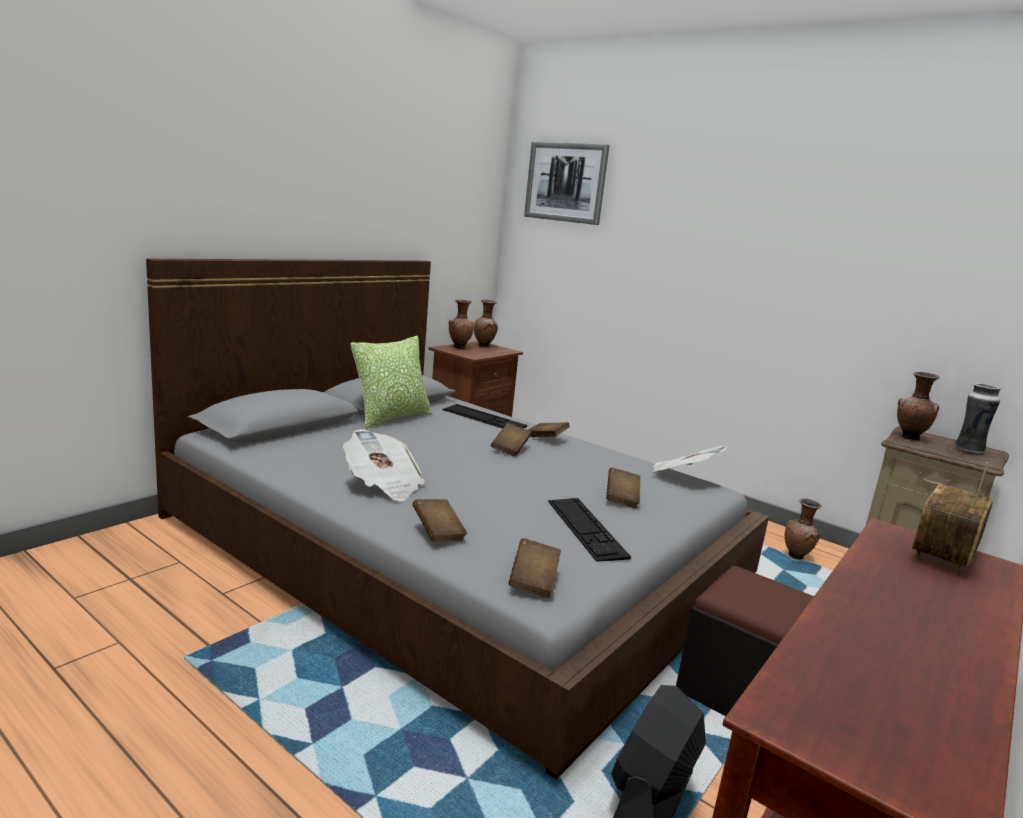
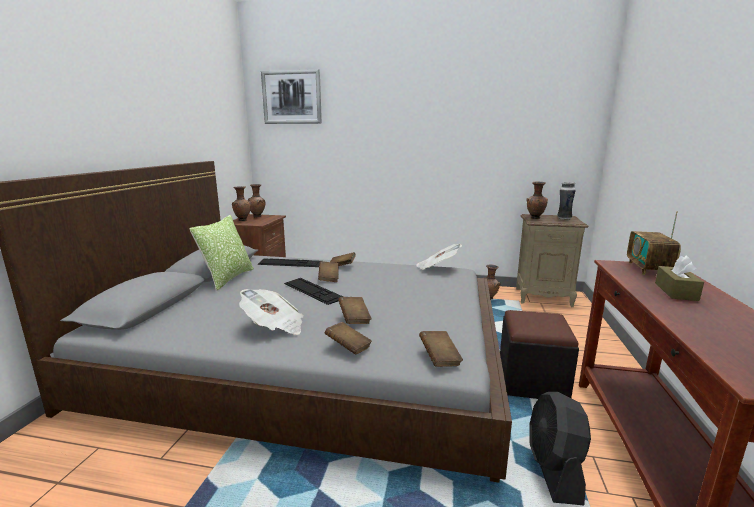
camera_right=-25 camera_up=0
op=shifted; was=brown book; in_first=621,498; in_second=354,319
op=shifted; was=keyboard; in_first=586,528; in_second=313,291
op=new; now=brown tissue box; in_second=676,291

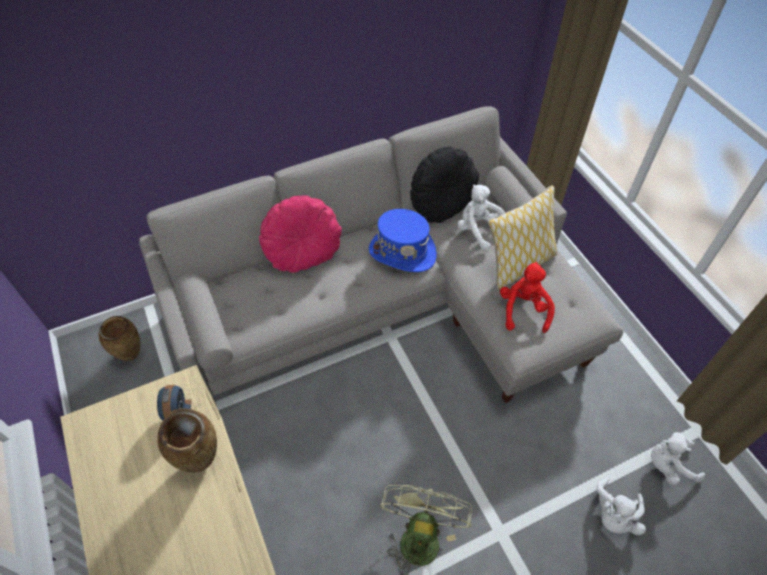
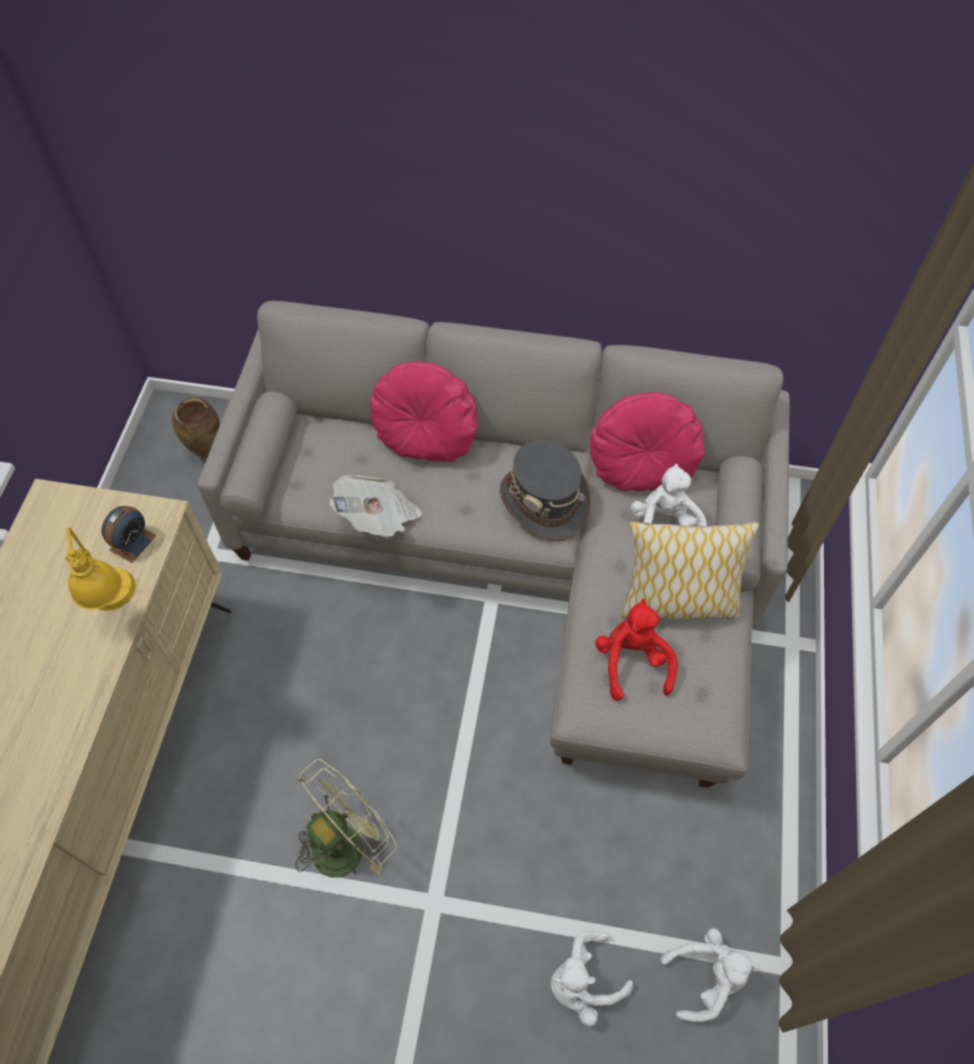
camera_right=35 camera_up=5
op=repainted; was=black pillow; now=pink pillow; in_first=442,209; in_second=640,473
op=repainted; was=blue hat; now=grey hat; in_first=402,252; in_second=544,502
op=rotated; was=red plush toy; in_first=523,310; in_second=632,662; clockwise=-45
op=swapped; was=brown vase; now=yellow table lamp; in_first=202,461; in_second=118,606
op=rotated; was=white plush toy; in_first=668,464; in_second=706,977; clockwise=135
op=new; now=newspaper; in_second=378,517

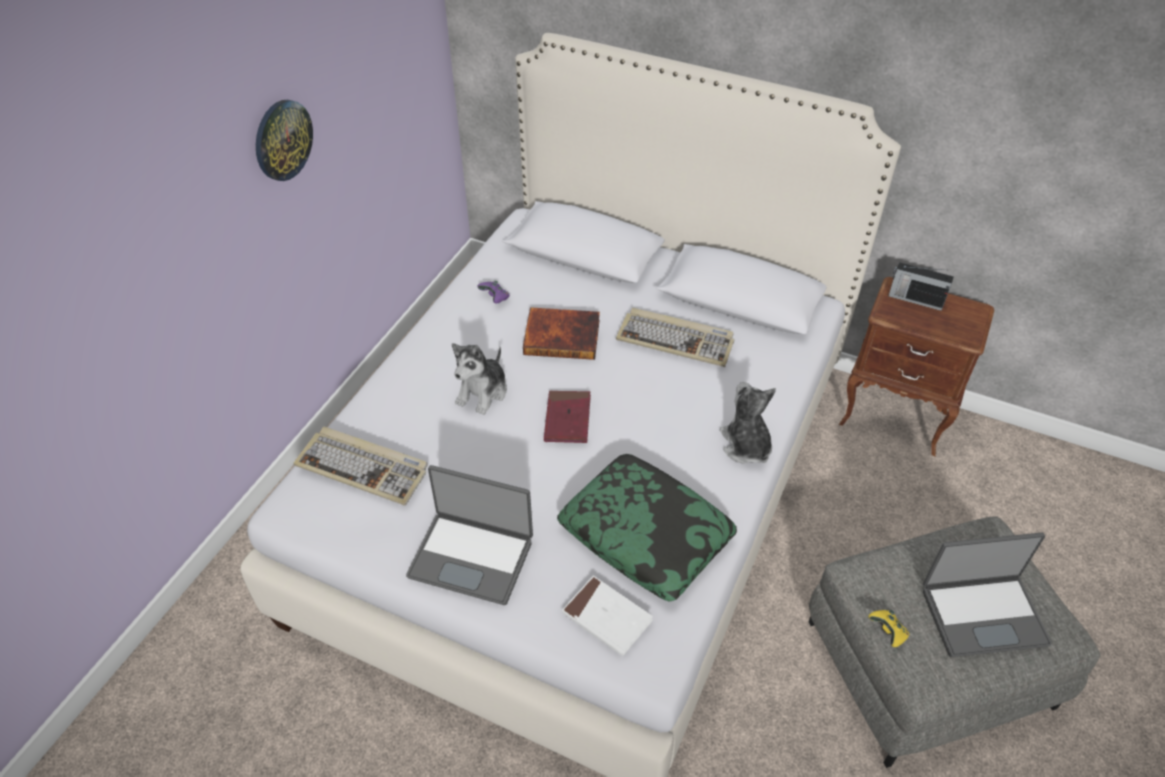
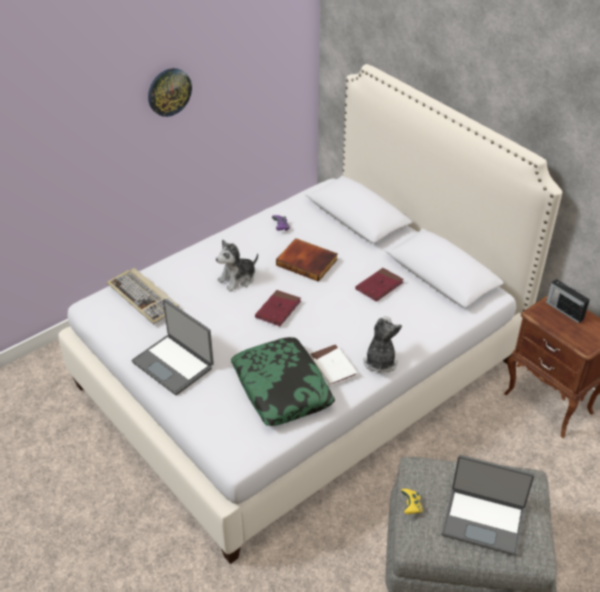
camera_right=25 camera_up=-5
op=swapped; was=keyboard; now=red book; in_first=676,340; in_second=379,286
op=shifted; was=white book; in_first=607,617; in_second=333,366

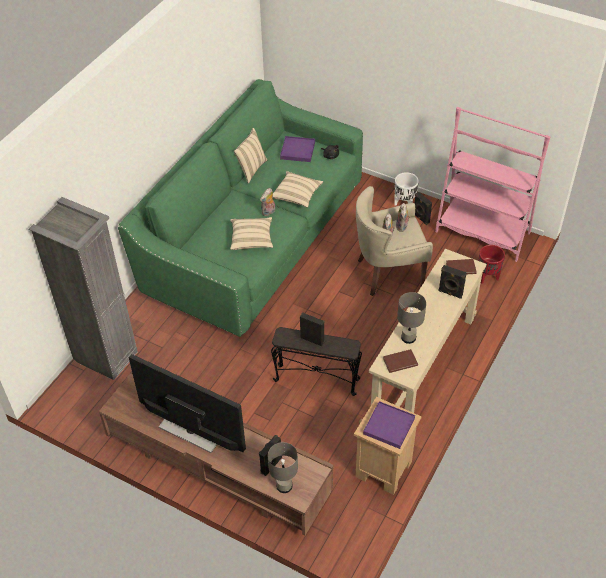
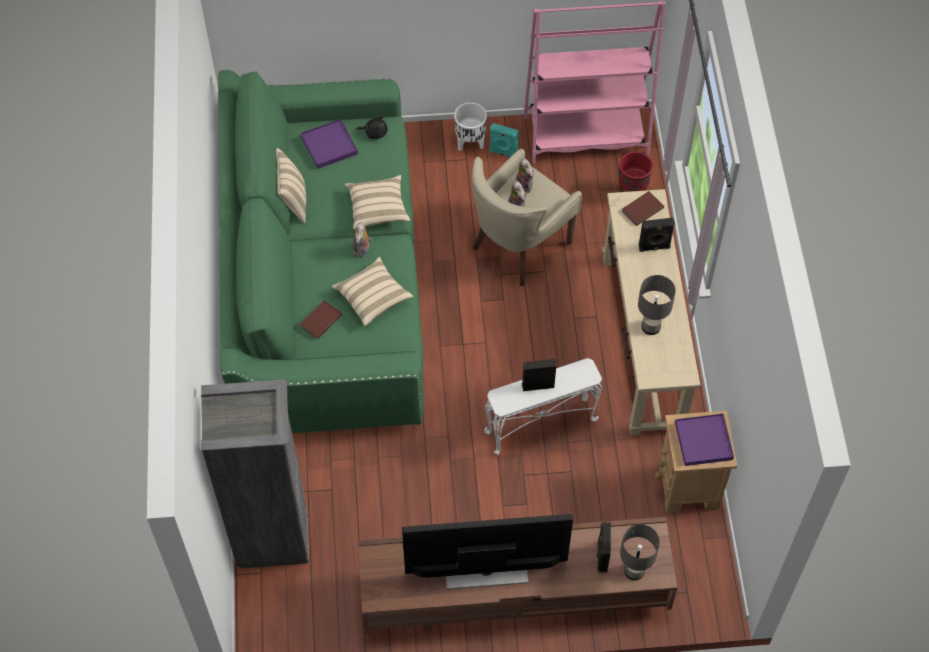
camera_right=-35 camera_up=10
op=repainted; was=black speaker; now=turquoise speaker; in_first=420,218; in_second=503,153
op=repainted; was=black side table; now=white side table; in_first=316,380; in_second=541,426
op=shifted; was=brown book; in_first=399,361; in_second=320,320

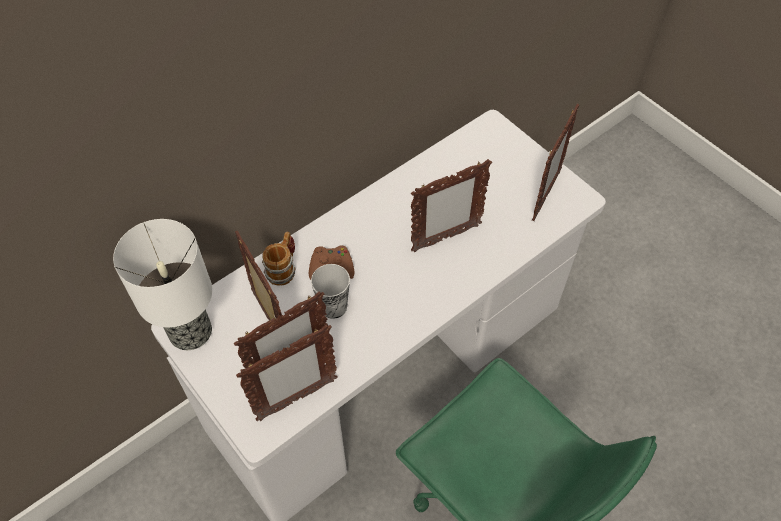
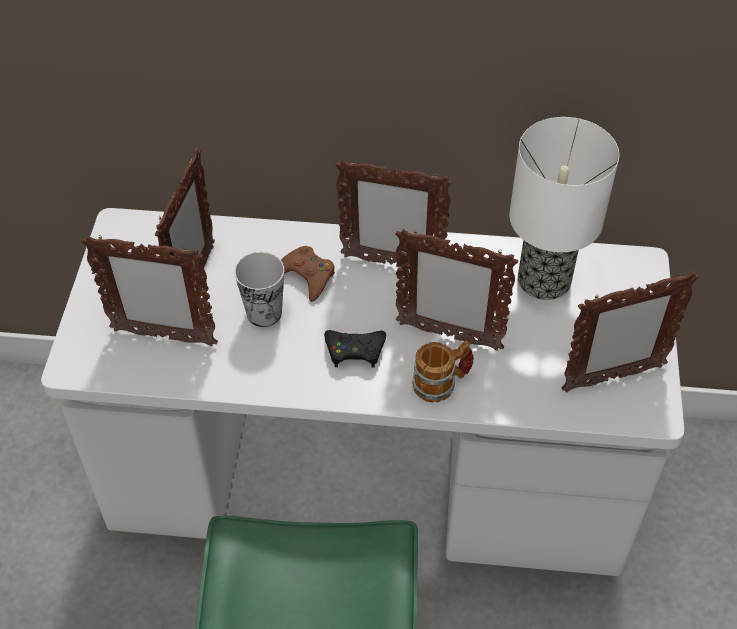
camera_right=45 camera_up=-5
op=shifted; was=table lamp; in_first=190,333; in_second=542,281
op=shifted; was=mug; in_first=283,268; in_second=442,383
op=shifted; was=picture frame; in_first=296,399; in_second=391,264
op=new; now=black game controller; in_second=355,350

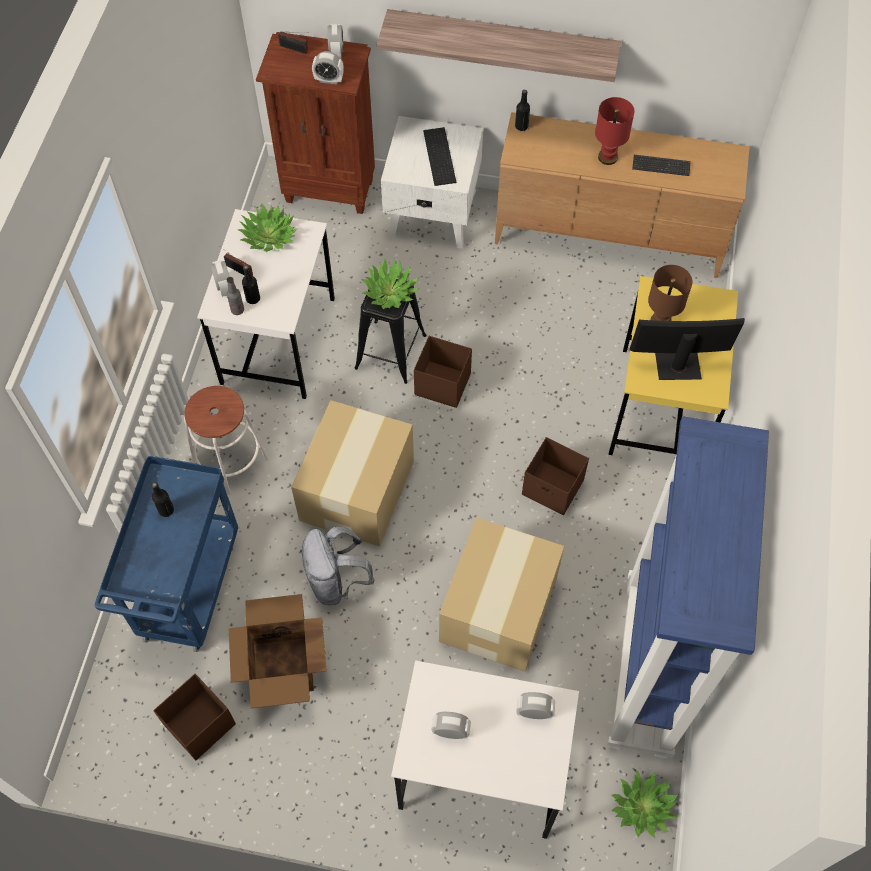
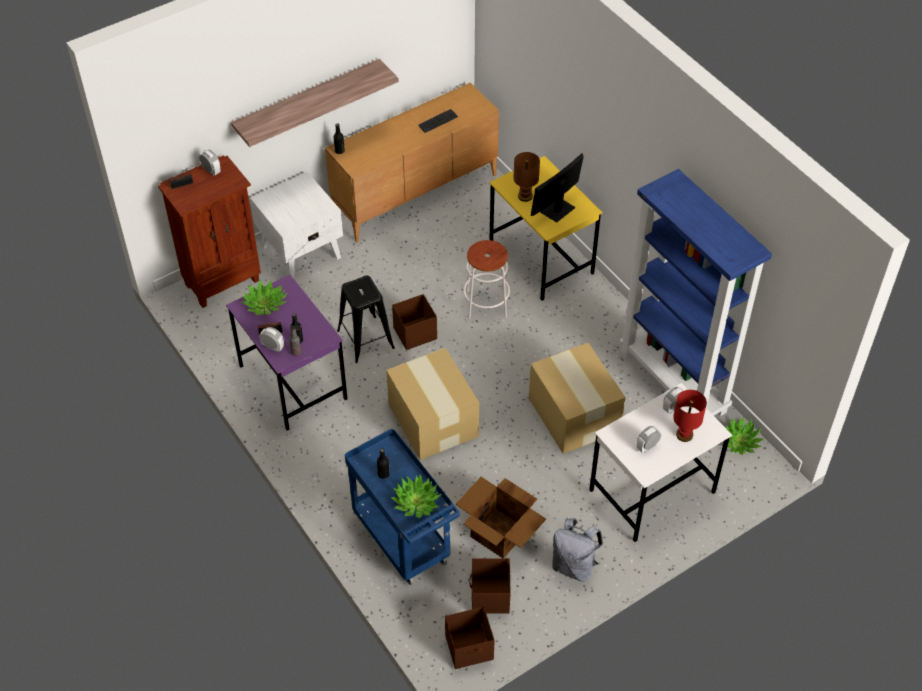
camera_right=-45 camera_up=-10
op=gone; was=alarm clock; in_first=329,80
op=shifted; was=red table lamp; in_first=607,157; in_second=684,435
op=gone; was=keyboard; in_first=441,157
op=repainted; was=white desk; now=purple desk; in_first=278,340; in_second=292,382
op=shifted; was=potted plant; in_first=390,292; in_second=416,502
op=shifted; was=white stool; in_first=230,461; in_second=486,303
op=shifted; was=brown storage box; in_first=553,488; in_second=470,648
op=shifted; was=grey backpack; in_first=337,581; in_second=574,565

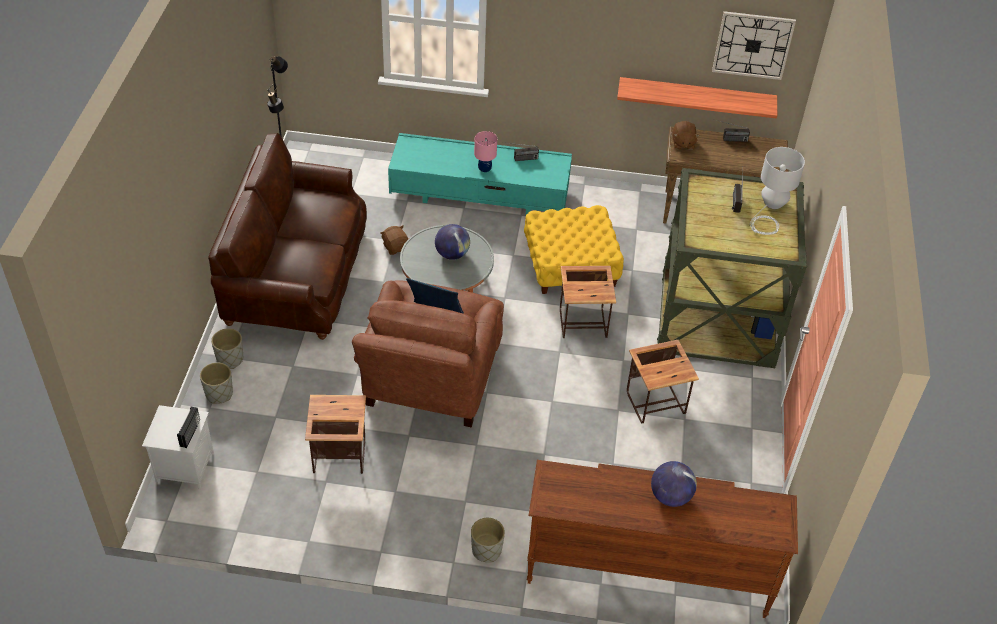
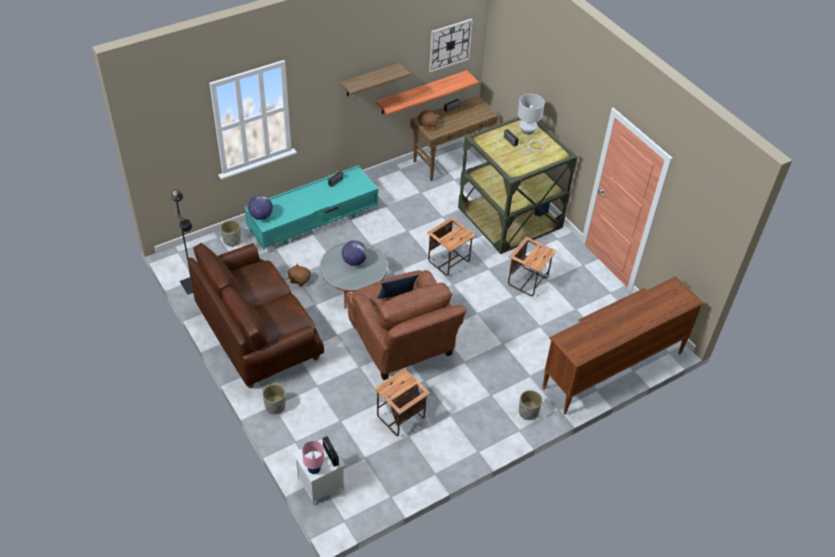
camera_right=-40 camera_up=0
op=shifted; was=pink table lamp; in_first=485,169; in_second=314,470
op=gone; was=yellow ottoman; in_first=571,264
op=shifted; was=grey planter; in_first=219,393; in_second=232,241
op=shifted; was=globe; in_first=670,496; in_second=261,216
op=new; now=shelf; in_second=370,80

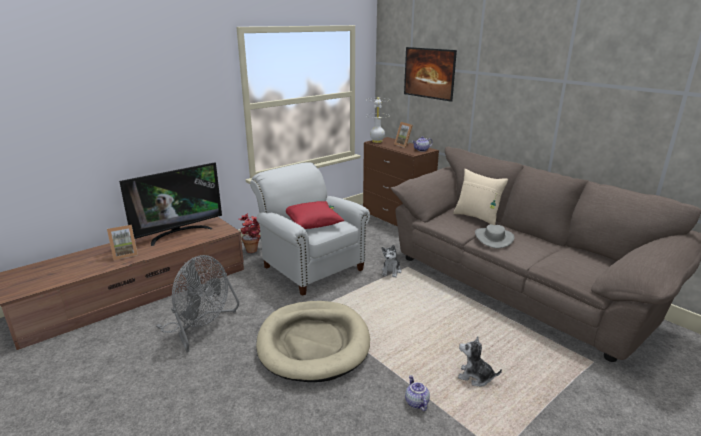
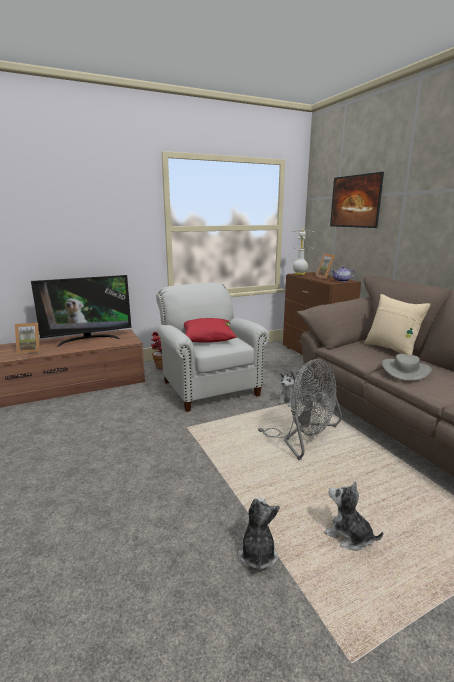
camera_right=15 camera_up=-5
op=shifted; was=grey fan; in_first=199,328; in_second=303,437
op=gone; was=beige dog bed; in_first=313,343
op=swapped; was=teapot; now=plush toy; in_first=416,402; in_second=257,554

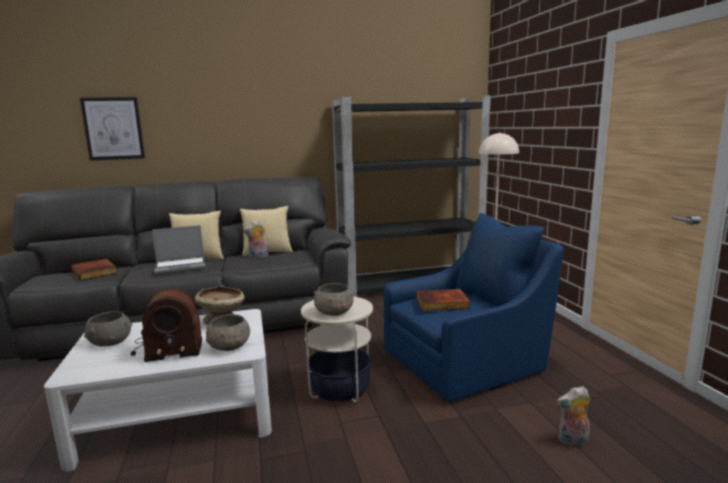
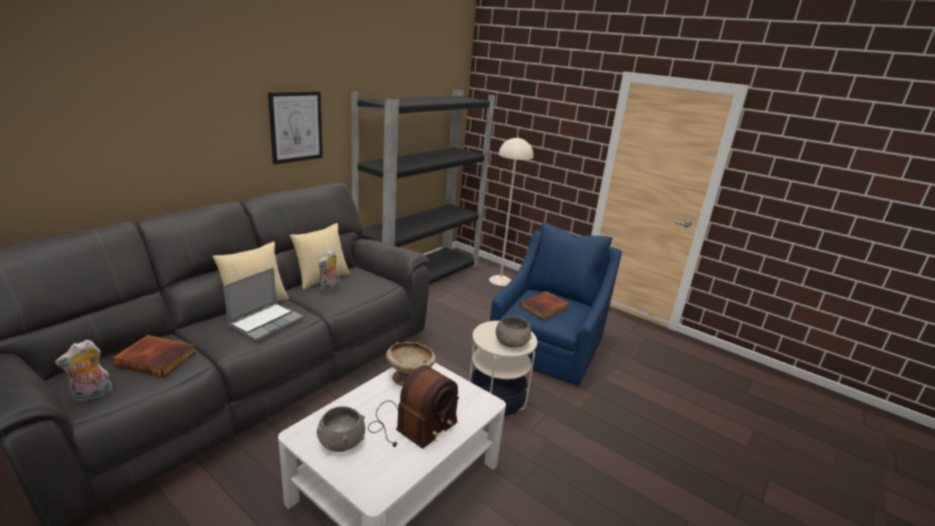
camera_right=-40 camera_up=10
op=shifted; was=picture; in_first=113,128; in_second=296,127
op=gone; was=grey bowl; in_first=229,347
op=shifted; was=plush toy; in_first=572,441; in_second=92,395

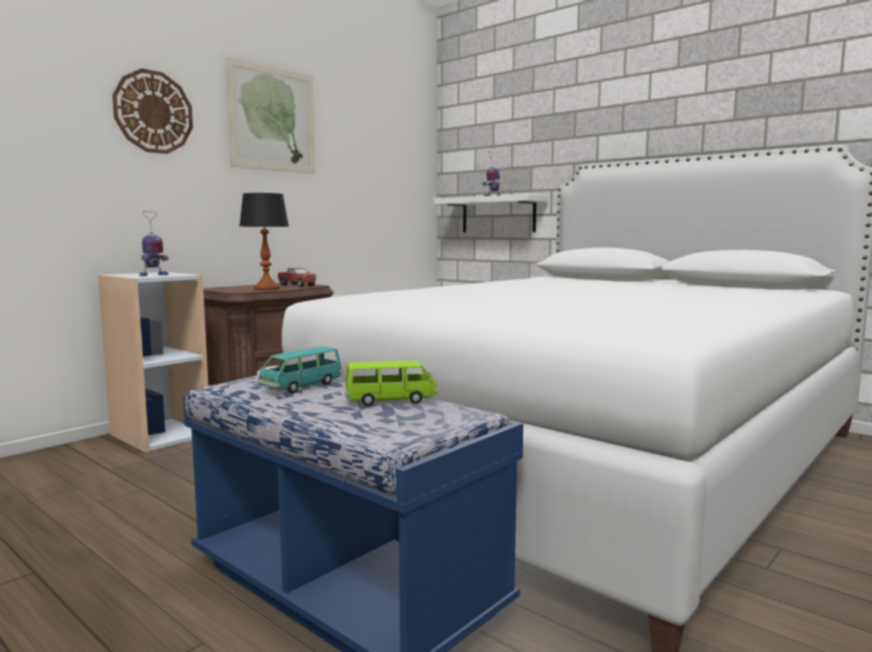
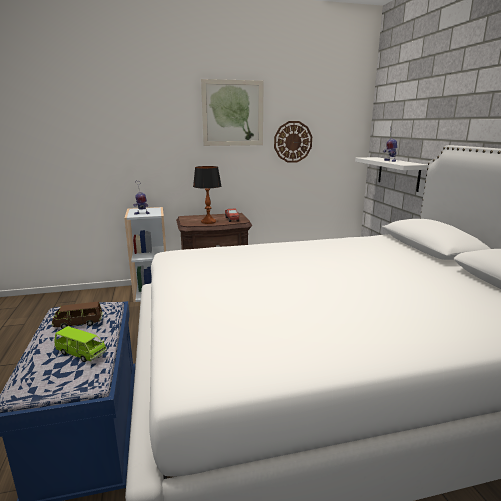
camera_right=35 camera_up=10
op=shifted; was=wall clock; in_first=153,112; in_second=293,142
op=repainted; was=turquoise toy car; now=brown toy car; in_first=301,386; in_second=78,323

